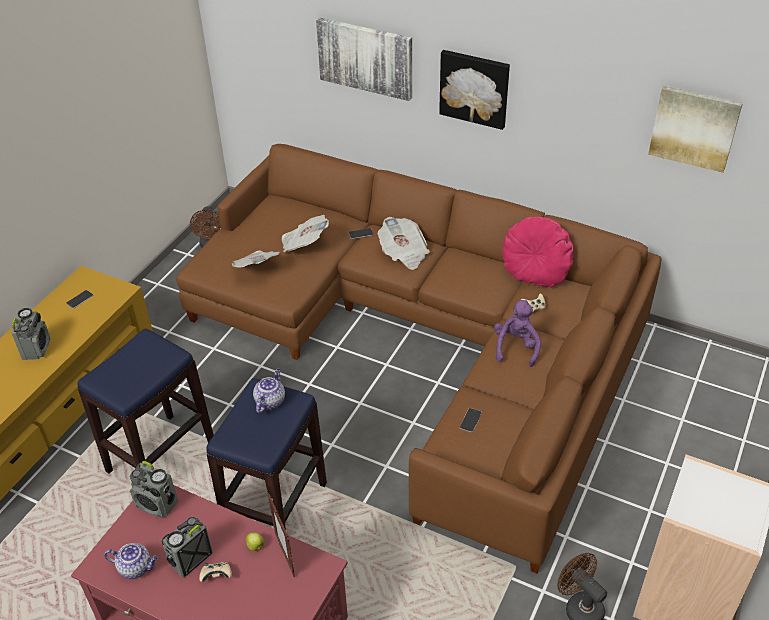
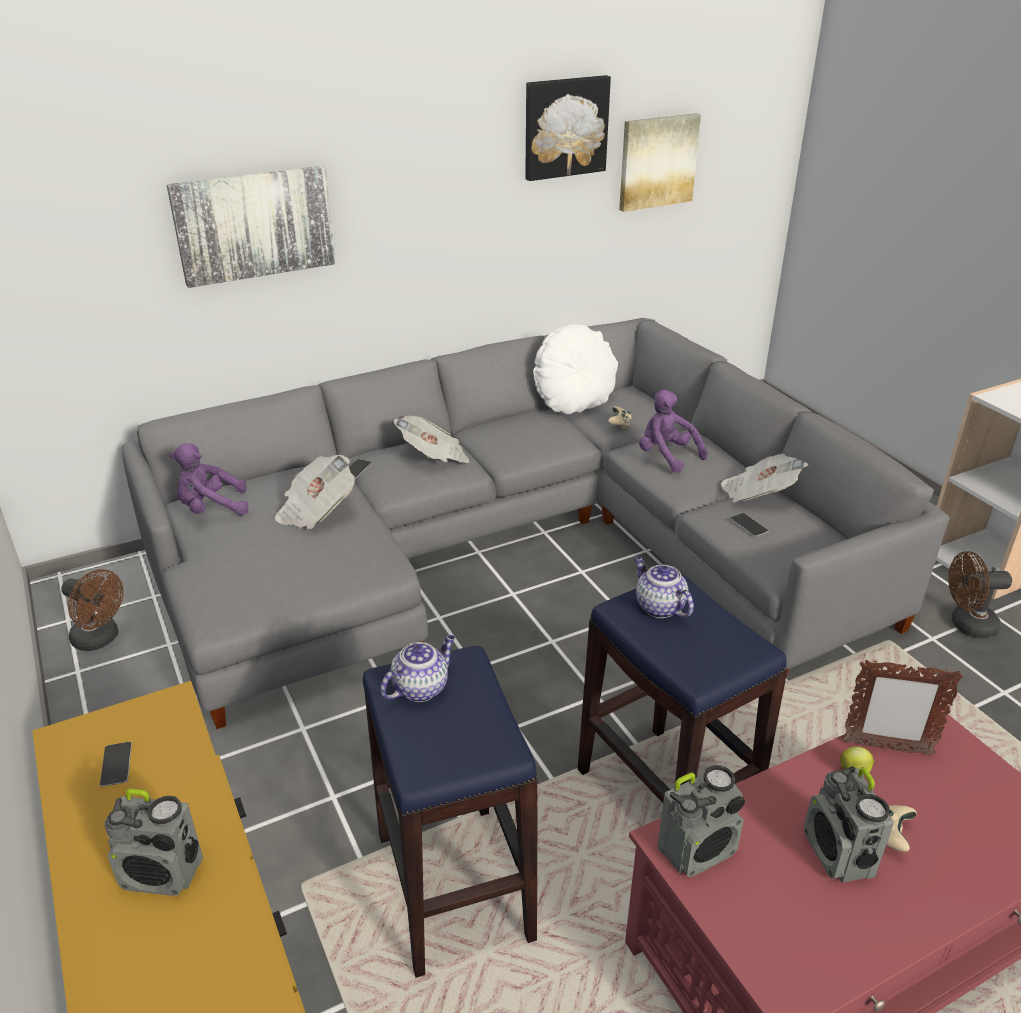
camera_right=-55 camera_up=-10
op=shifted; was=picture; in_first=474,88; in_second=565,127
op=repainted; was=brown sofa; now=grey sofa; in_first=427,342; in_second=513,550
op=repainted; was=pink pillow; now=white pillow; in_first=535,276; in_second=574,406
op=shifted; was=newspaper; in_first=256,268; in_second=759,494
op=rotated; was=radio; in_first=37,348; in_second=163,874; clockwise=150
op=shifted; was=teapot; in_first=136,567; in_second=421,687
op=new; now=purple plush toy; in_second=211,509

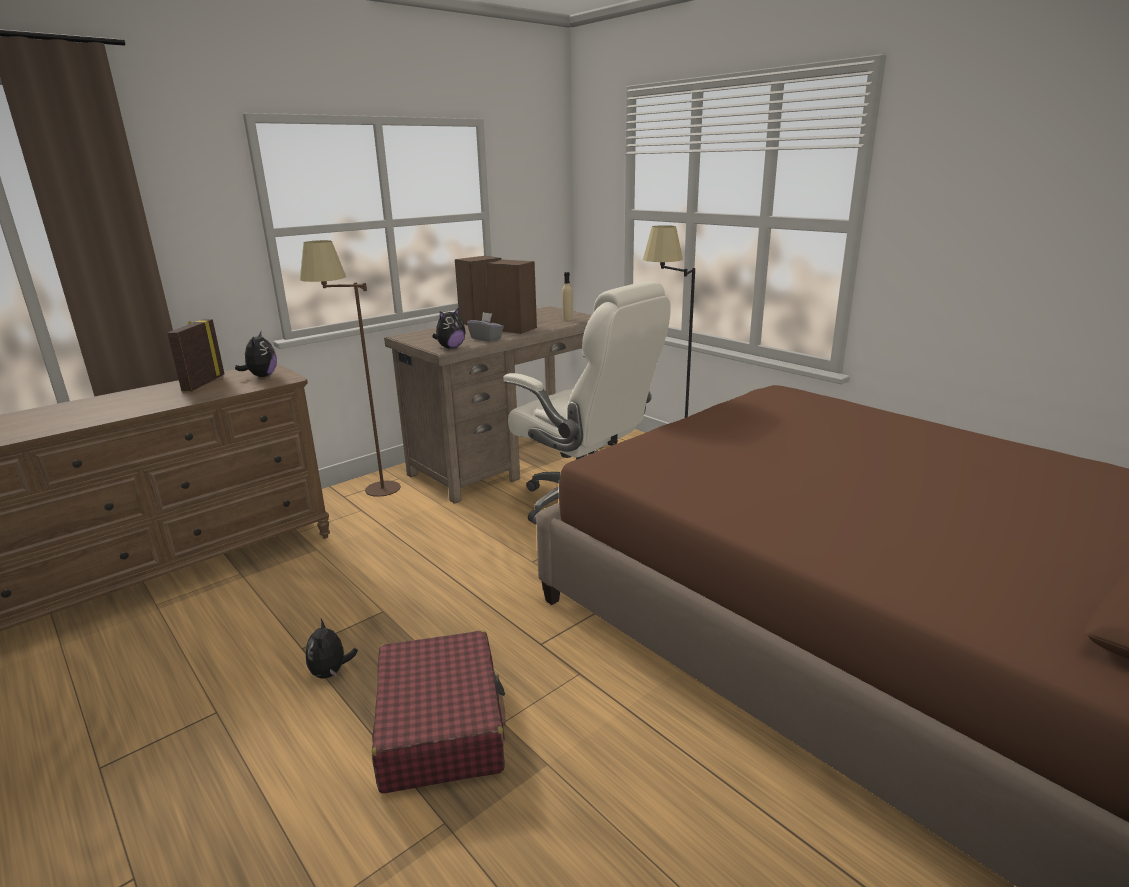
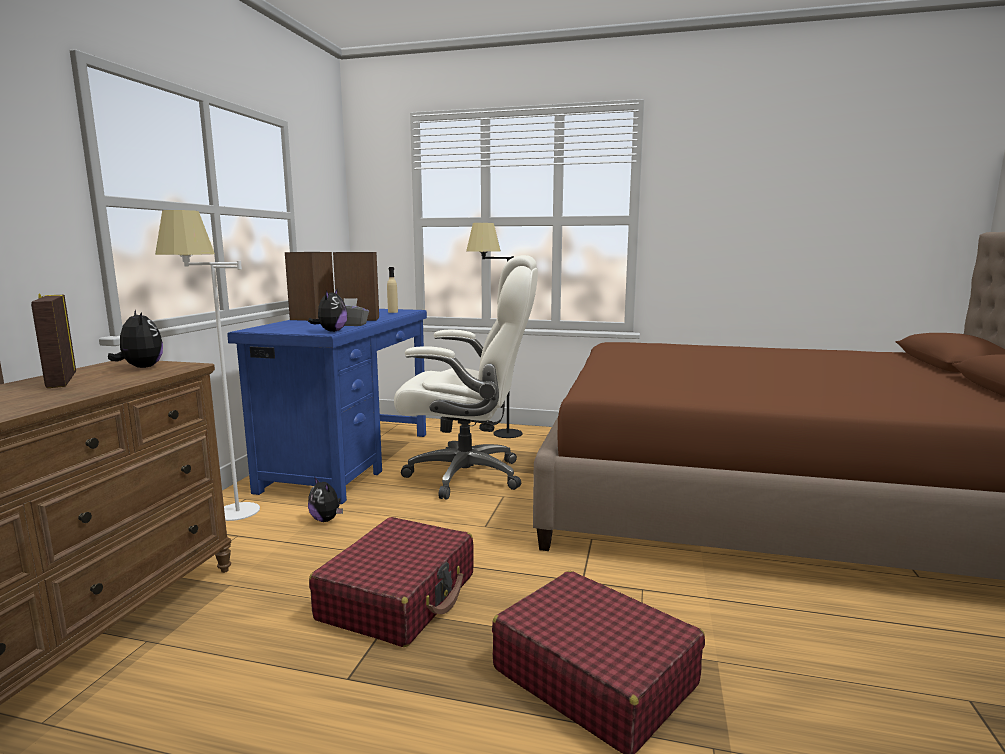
camera_right=-35 camera_up=-10
op=repainted; was=brown floor lamp; now=white floor lamp; in_first=369,494; in_second=227,520
op=repainted; was=brown desk; now=blue desk; in_first=508,460; in_second=349,460
op=shifted; was=plush toy; in_first=331,672; in_second=326,519
op=new; now=red suitcase; in_second=399,597

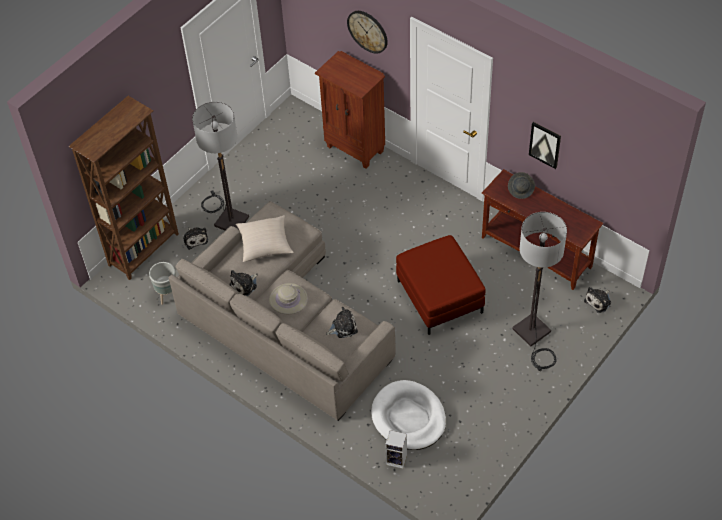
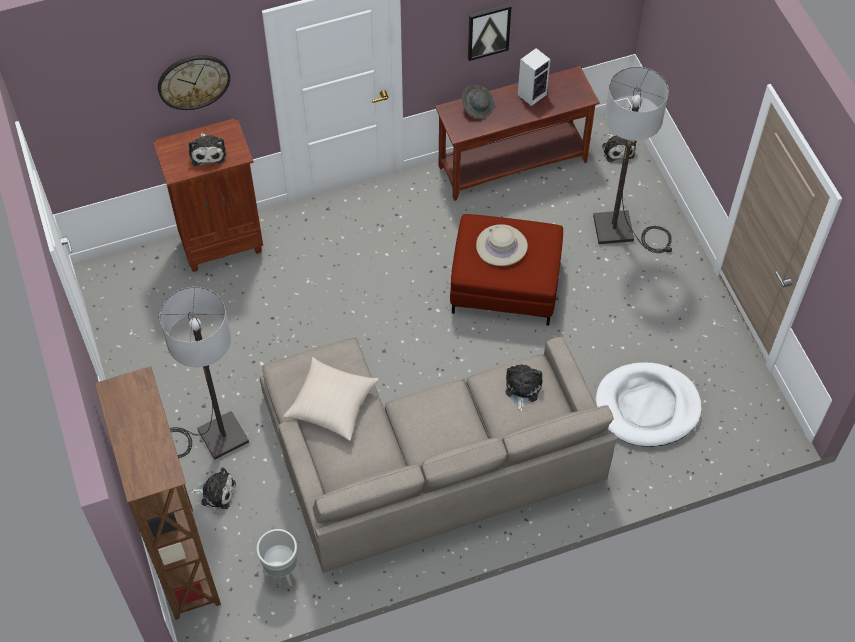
camera_right=-60 camera_up=5
op=shifted; was=plush toy; in_first=245,285; in_second=208,152
op=shifted; was=beige hat; in_first=288,299; in_second=501,246
op=shifted; was=speaker; in_first=397,459; in_second=532,93

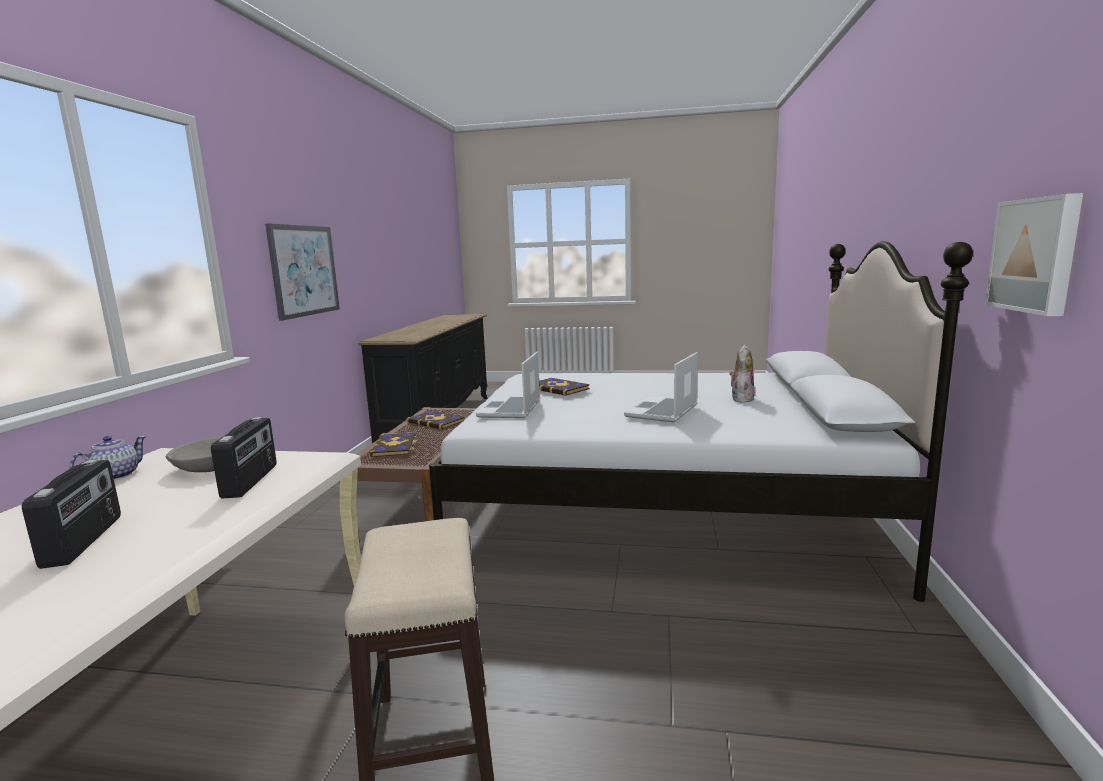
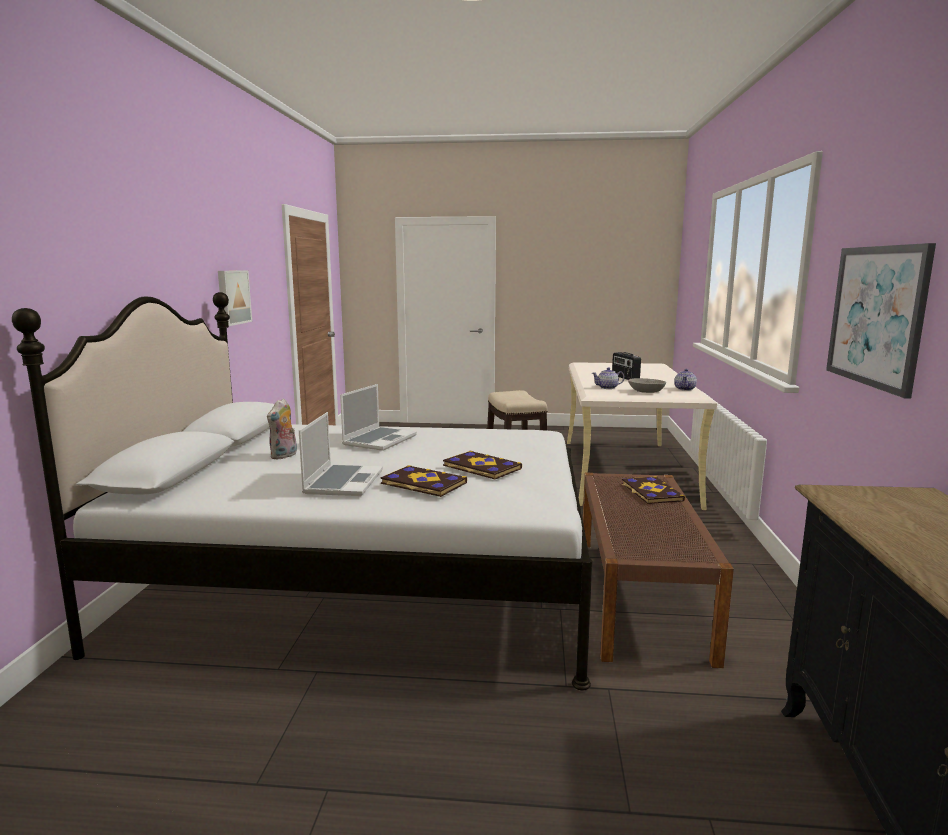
camera_right=175 camera_up=0
op=shifted; was=laptop; in_first=510,409; in_second=343,482
op=shifted; was=book; in_first=436,421; in_second=423,484
op=swapped; was=radio; now=teapot; in_first=251,481; in_second=607,388

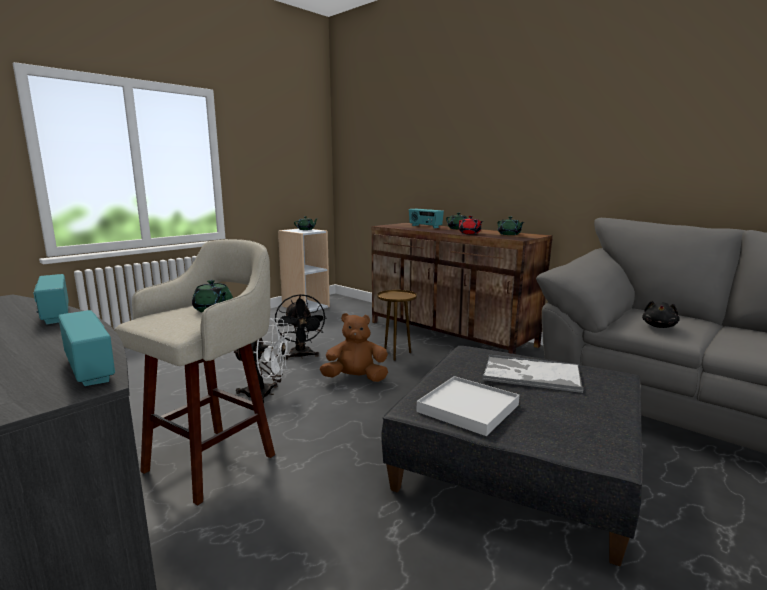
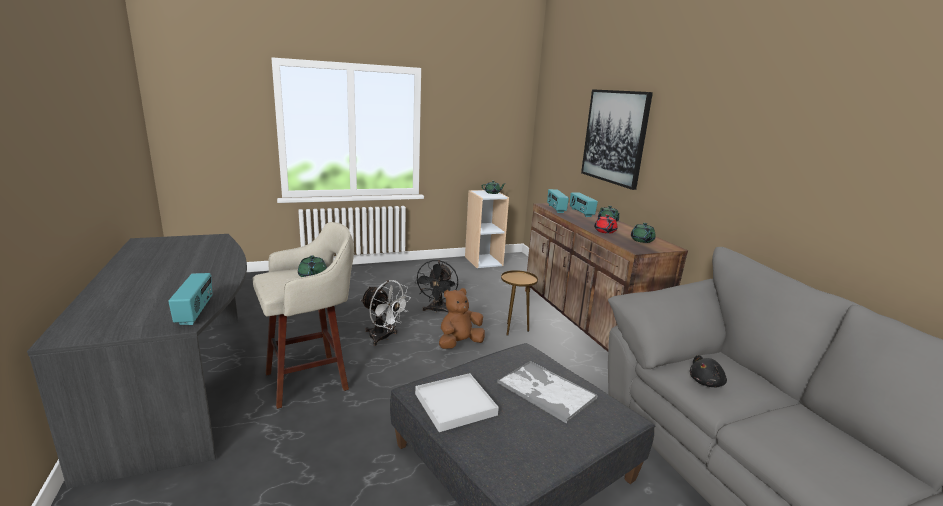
camera_right=25 camera_up=5
op=shifted; was=radio; in_first=55,315; in_second=555,209
op=rotated; was=brown plush toy; in_first=356,379; in_second=459,344; clockwise=-60
op=new; now=picture; in_second=614,137

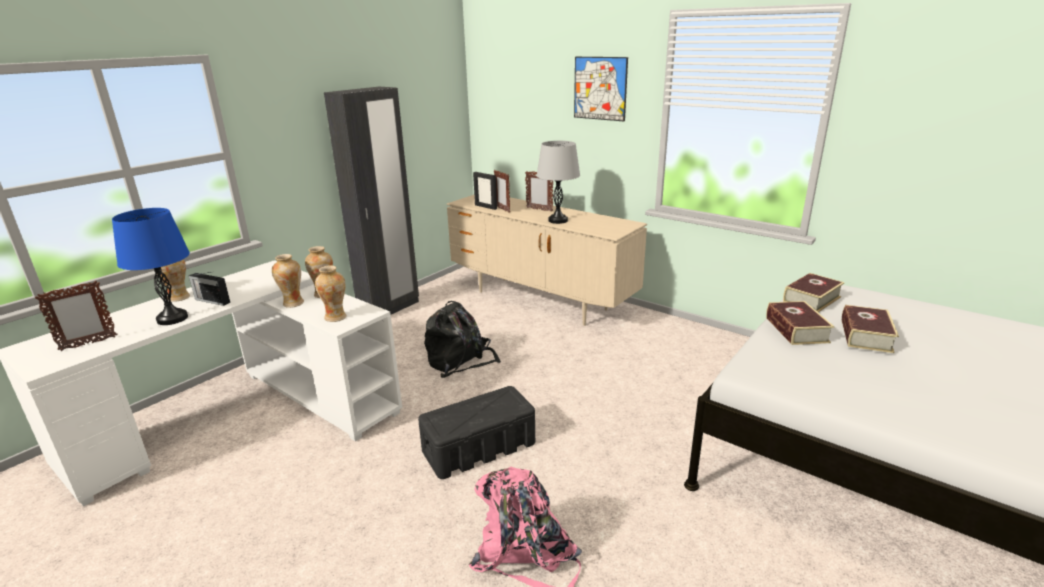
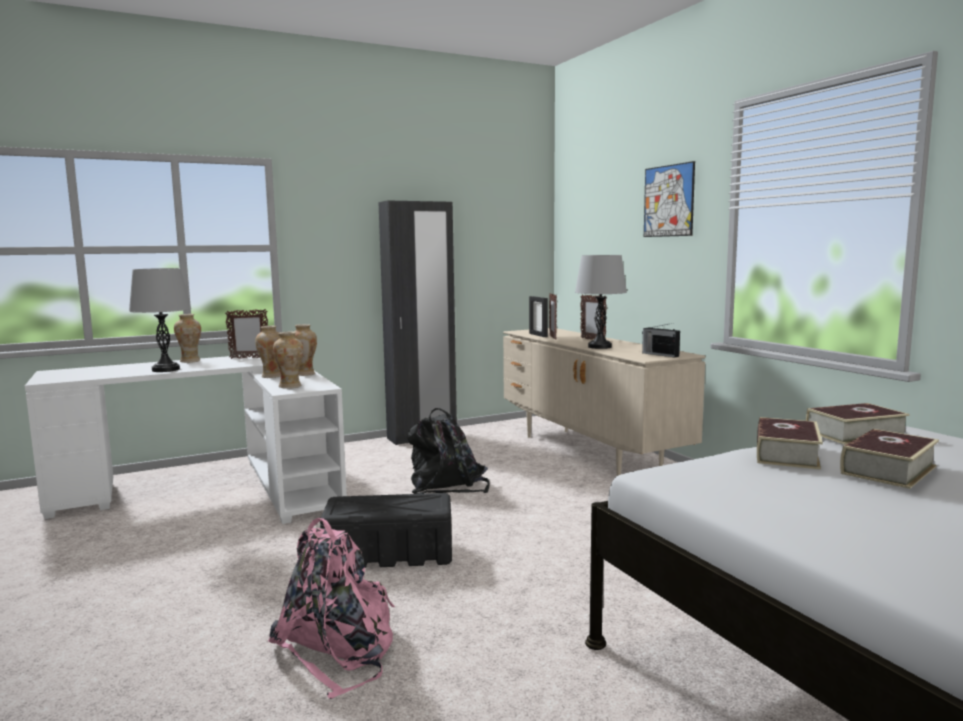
camera_right=25 camera_up=-15
op=repainted; was=blue table lamp; now=grey table lamp; in_first=172,319; in_second=165,369
op=shifted; was=radio; in_first=212,301; in_second=659,354
op=shifted; was=picture frame; in_first=88,344; in_second=249,358

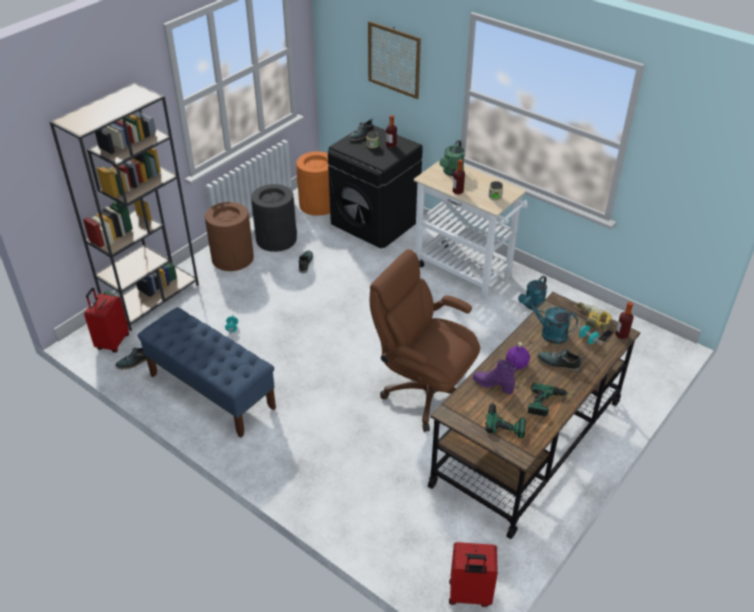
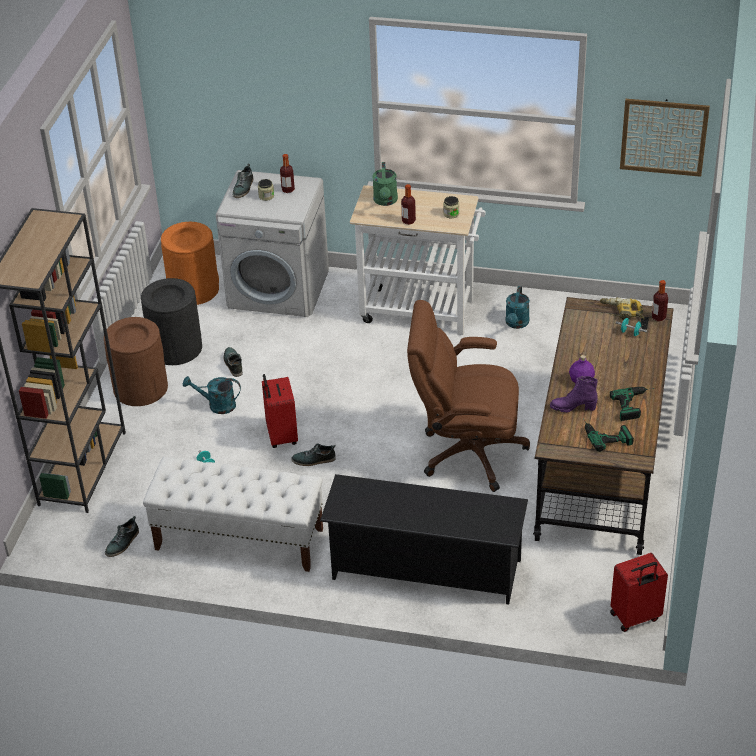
camera_right=-25 camera_up=0
op=shifted; was=picture; in_first=394,58; in_second=664,135
op=repainted; was=black washing machine; now=white washing machine; in_first=374,223; in_second=278,290
op=shifted; was=red suitcase; in_first=112,342; in_second=281,436
op=shifted; was=turquoise watering can; in_first=549,333; in_second=217,405
op=repainted; was=blue bench; now=white bench; in_first=211,391; in_second=238,539
op=shifted; was=shoe; in_first=558,363; in_second=314,460
op=new; now=black shoe rack; in_second=425,569

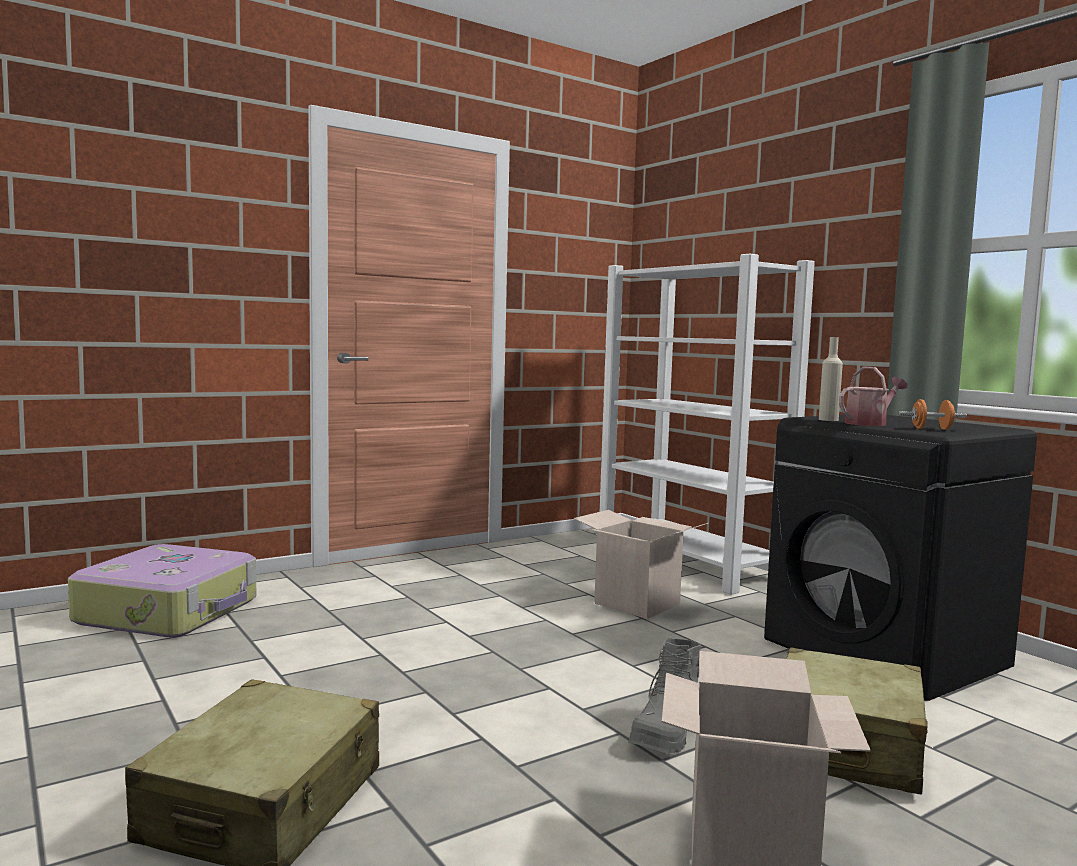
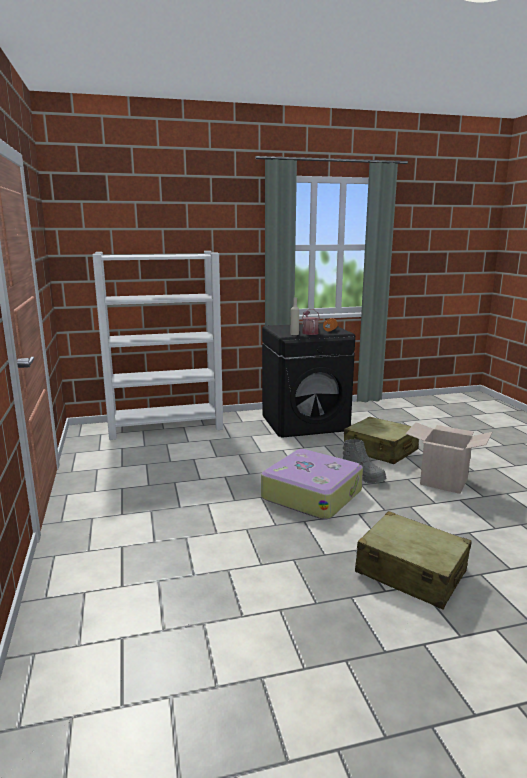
camera_right=-70 camera_up=10
op=gone; was=cardboard box; in_first=637,604
op=shifted; was=suitcase; in_first=170,611; in_second=312,494

